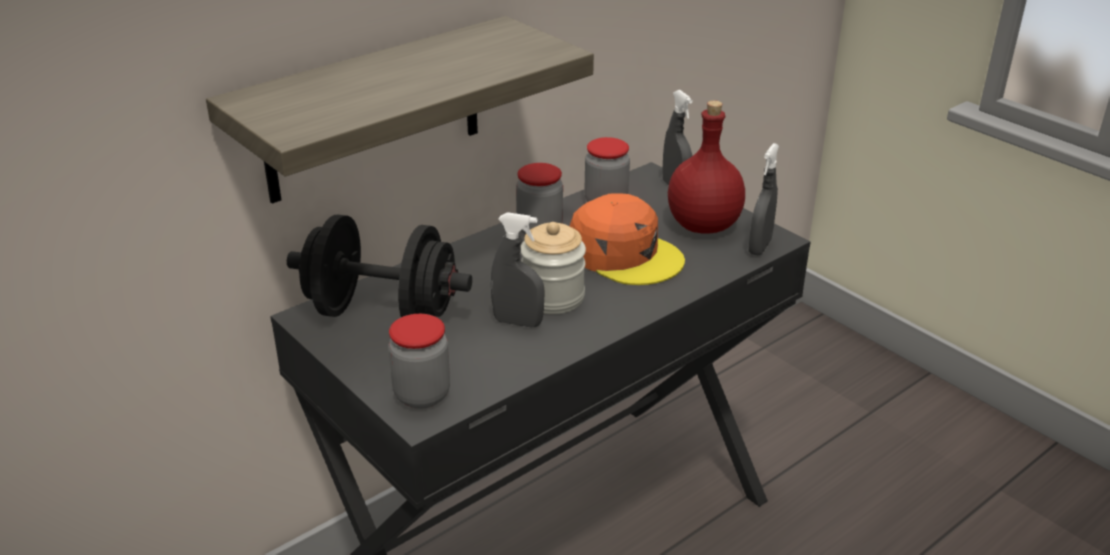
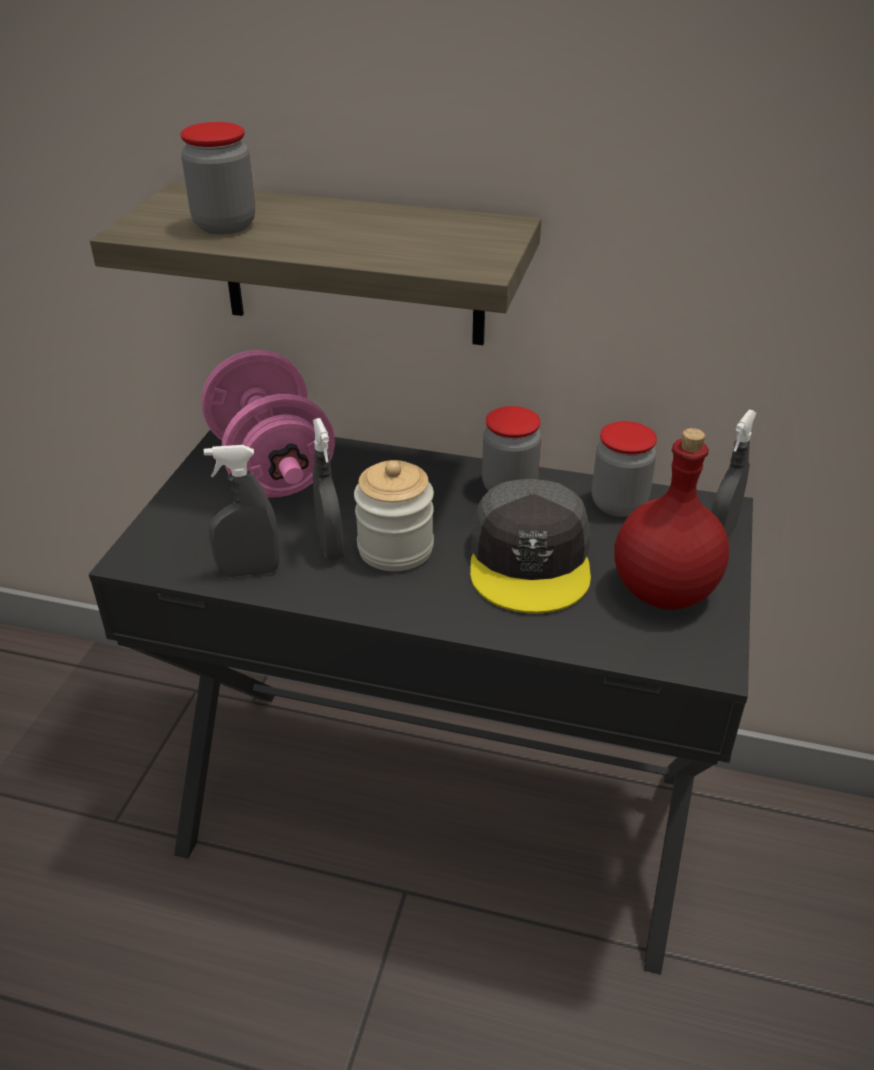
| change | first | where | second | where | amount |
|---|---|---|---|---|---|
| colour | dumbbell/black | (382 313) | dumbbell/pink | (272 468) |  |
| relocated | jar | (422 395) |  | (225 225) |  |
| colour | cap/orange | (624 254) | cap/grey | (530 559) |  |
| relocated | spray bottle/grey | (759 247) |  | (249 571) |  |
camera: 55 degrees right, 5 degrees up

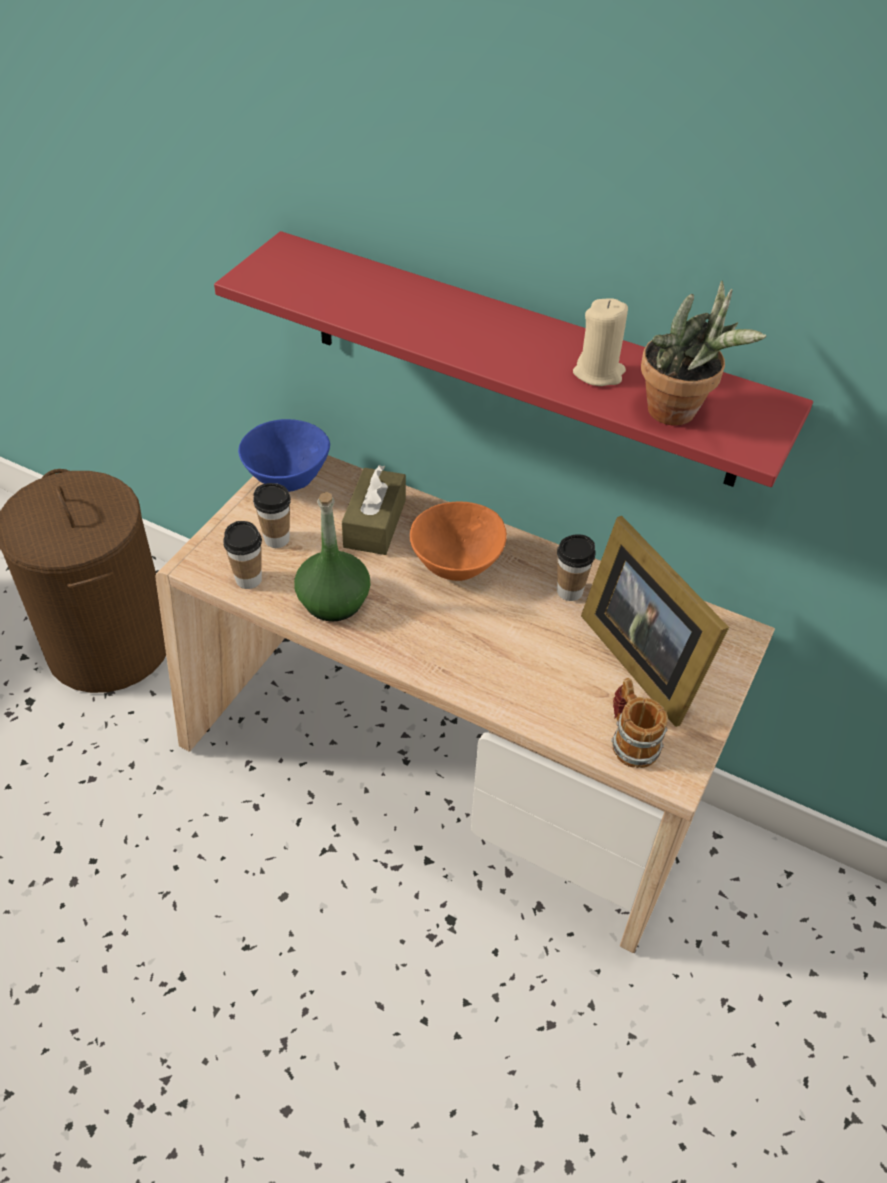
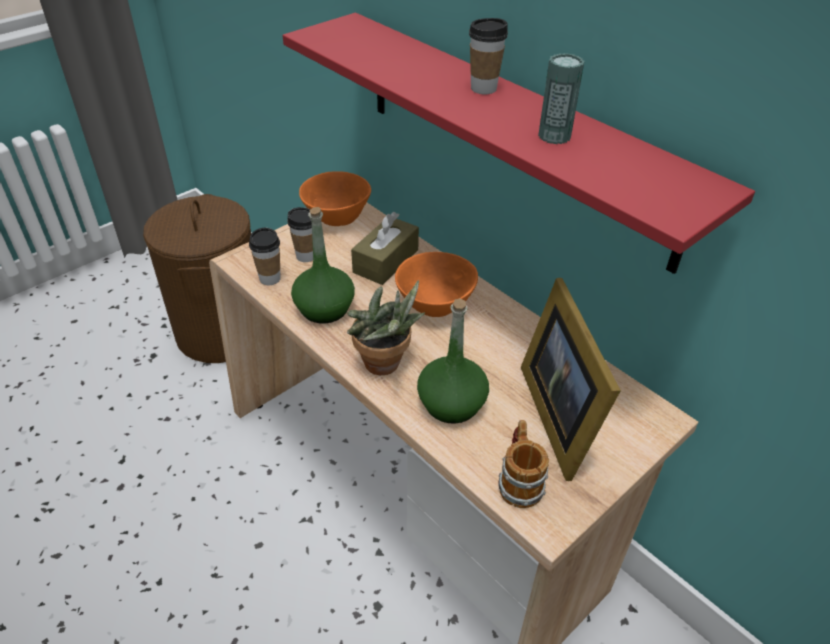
| change | first | where | second | where | amount |
|---|---|---|---|---|---|
| colour | bowl/blue | (286 477) | bowl/orange | (337 216) |  |
| relocated | cup | (569 591) |  | (483 88) |  |
| exchanged | candle/beige | (599 373) | can | (554 136) |  |
| relocated | potted plant | (679 413) |  | (385 366) |  |
| appeared |  |  | bottle/green | (452 404) |  |
camera: 20 degrees right, 5 degrees down

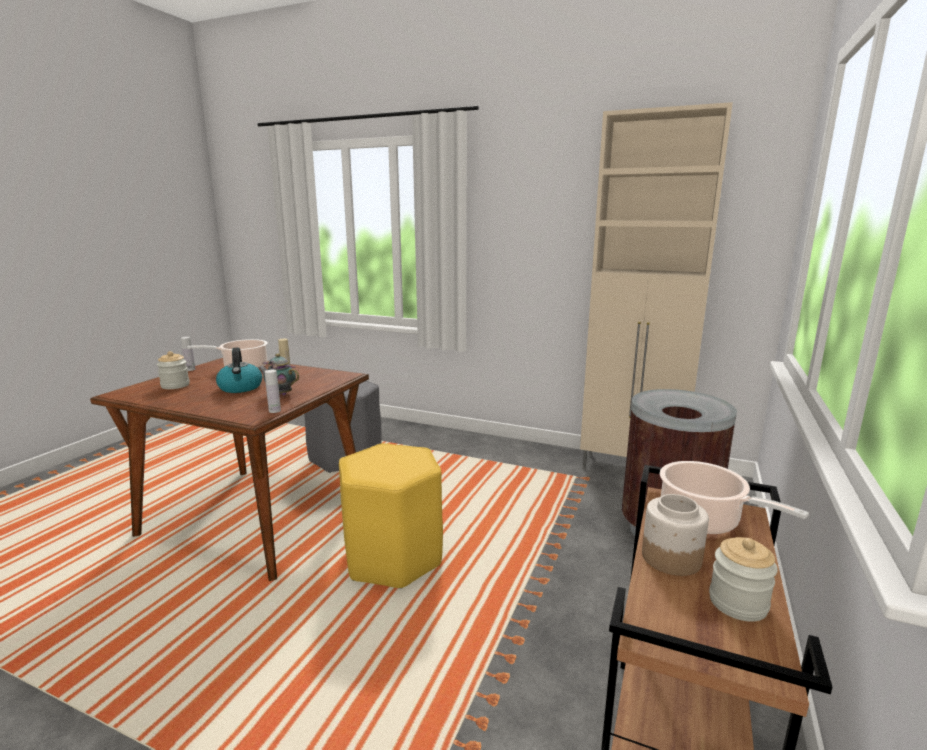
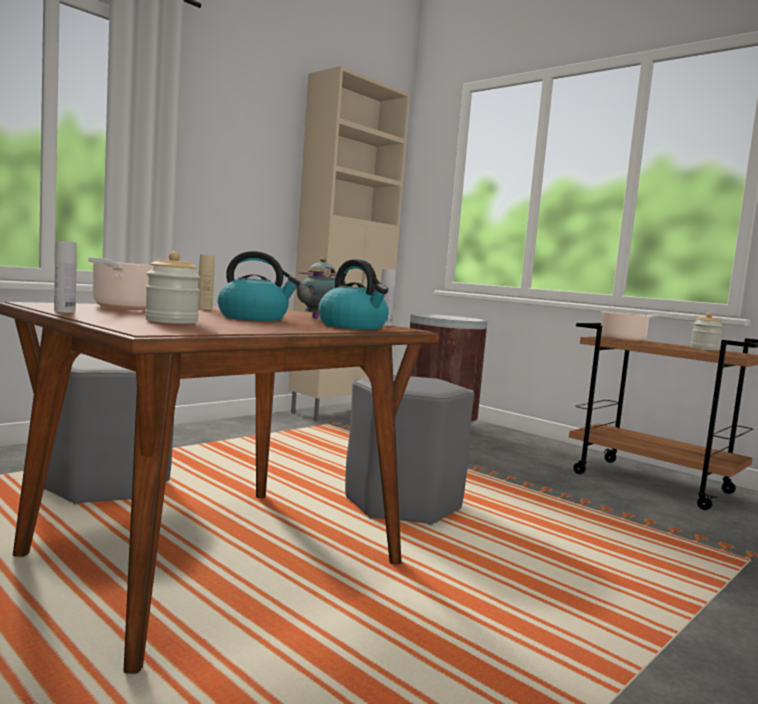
| change | first | where | second | where | amount |
|---|---|---|---|---|---|
| colour | stool/yellow | (393 558) | stool/grey | (403 504) |  |
| missing | jar | (670 558) |  |  |  |
| appeared |  |  | kettle | (353 326) |  |
camera: 70 degrees left, 10 degrees down

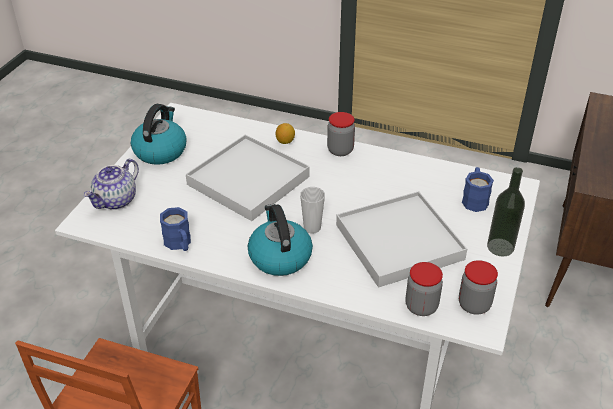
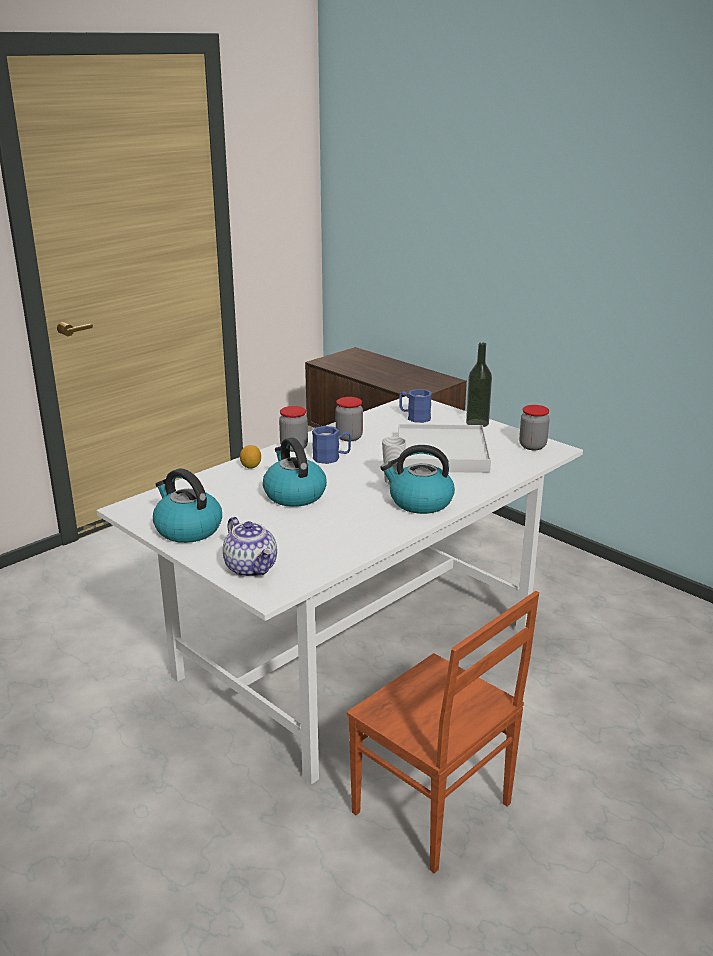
| change | first | where | second | where | amount |
|---|---|---|---|---|---|
| relocated | mug/blue | (179 244) |  | (332 458) |  |
| exchanged | tray/white | (248 180) | kettle | (294 495) |  |
| relocated | jar | (421 306) |  | (349 437) |  |
camera: 65 degrees left, 15 degrees down

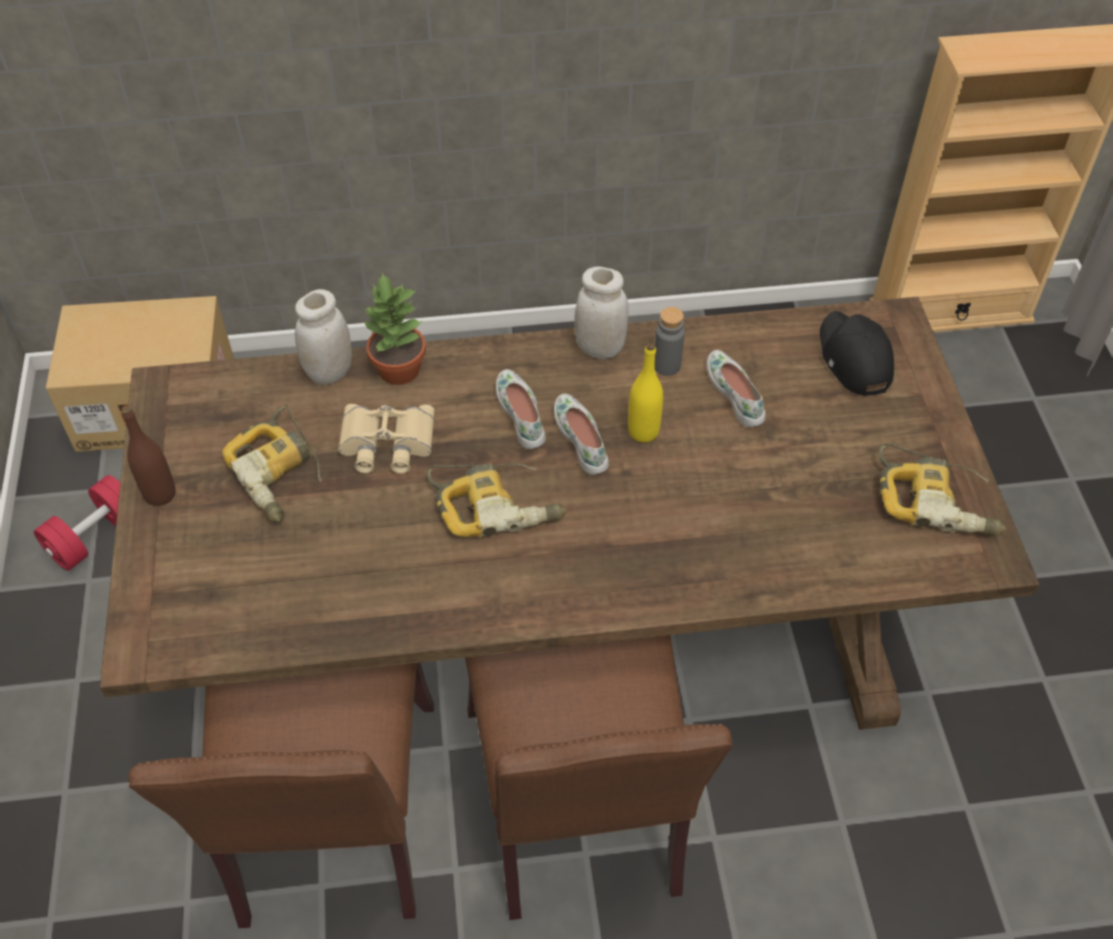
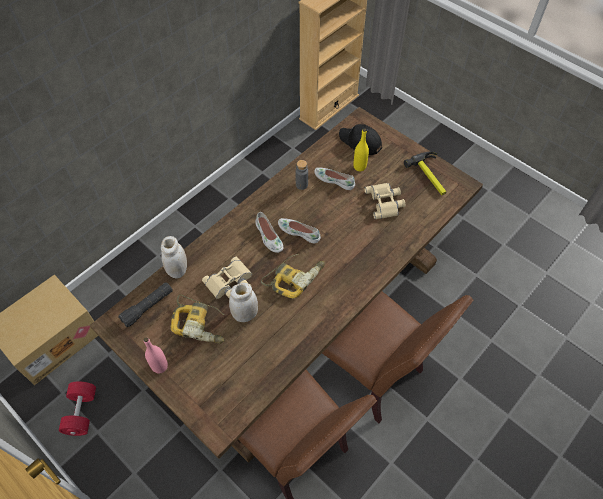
| change | first | where | second | where | amount |
|---|---|---|---|---|---|
| colour | bottle/brown | (160 494) | bottle/pink | (160 366) |  |
| missing | potted plant | (399 370) |  |  |  |
| spun | shoe/white | (521 414) |  | (268 237) | 150 degrees counterclockwise |
| relocated | jar/white | (600 348) |  | (245 314) |  |
| relocated | bottle/yellow | (643 431) |  | (359 167) |  |
| exchanged | power drill | (937 501) | hammer | (430 176) |  |
| appeared |  |  | flashlight/black | (148 307) |  |
| appeared |  |  | binoculars/beige | (385 202) |  |
camera: 40 degrees left, 5 degrees up

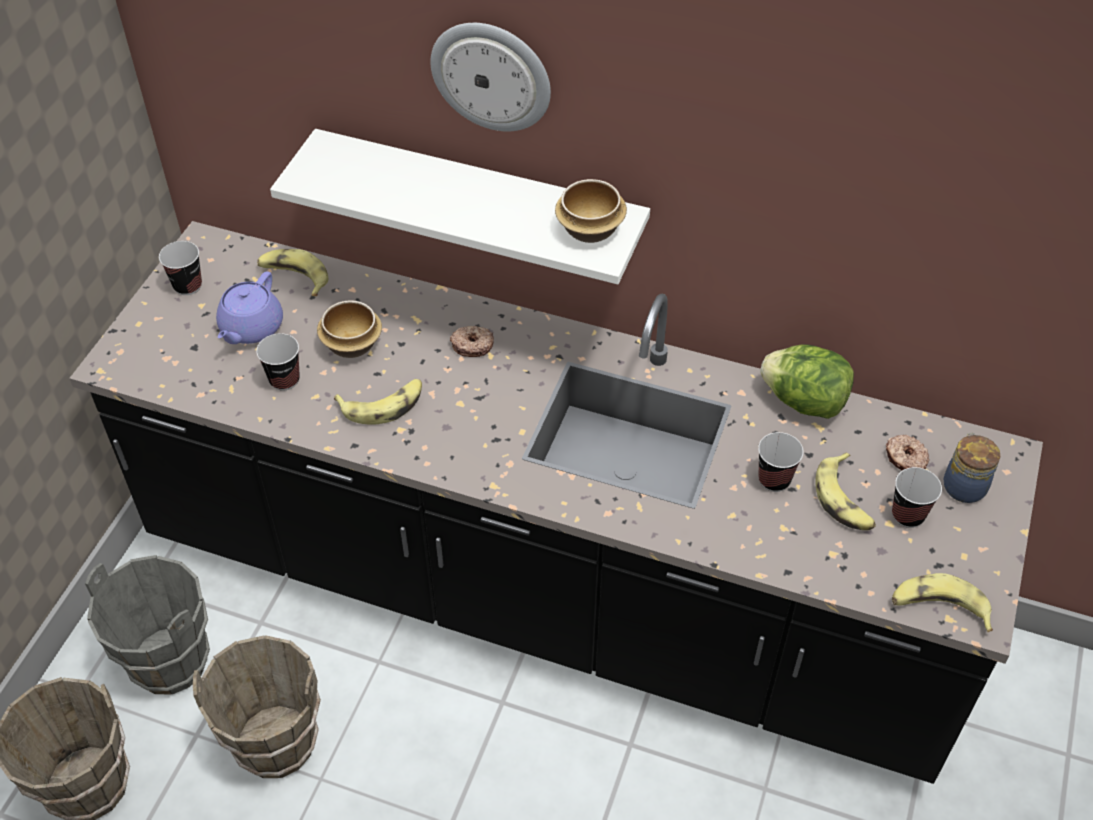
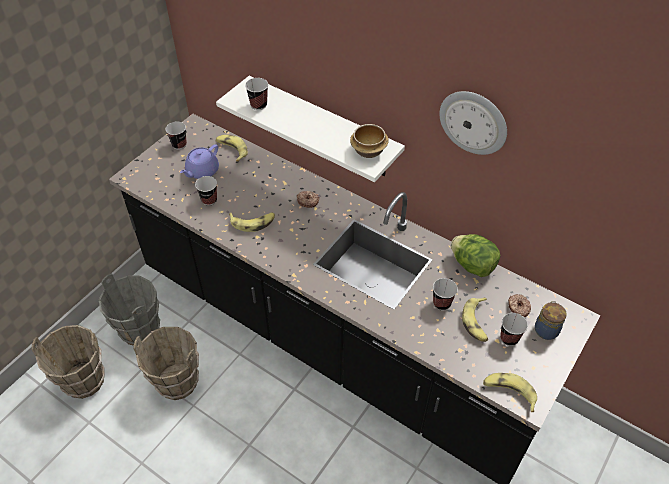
| change | first | where | second | where | amount |
|---|---|---|---|---|---|
| missing | bowl | (350 344) |  |  |  |
| relocated | wall clock | (492 75) |  | (473 122) |  |
| appeared |  |  | cup | (258 105) |  |
camera: 15 degrees right, 0 degrees up

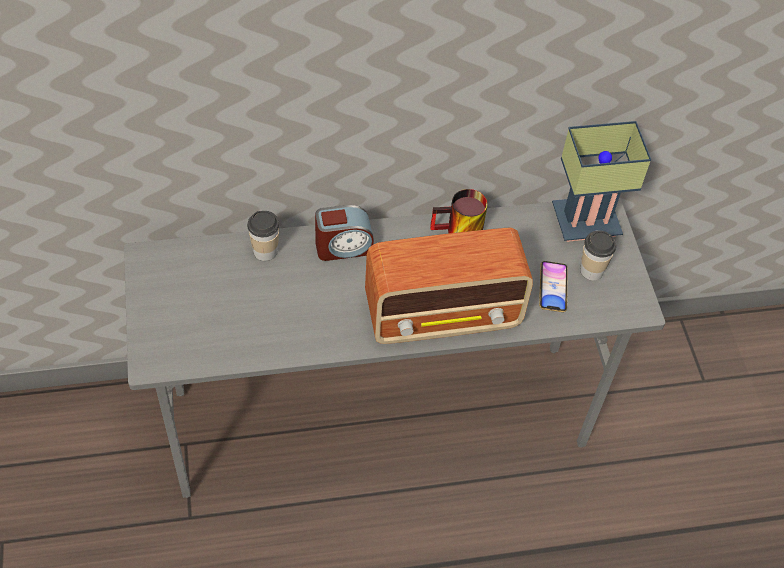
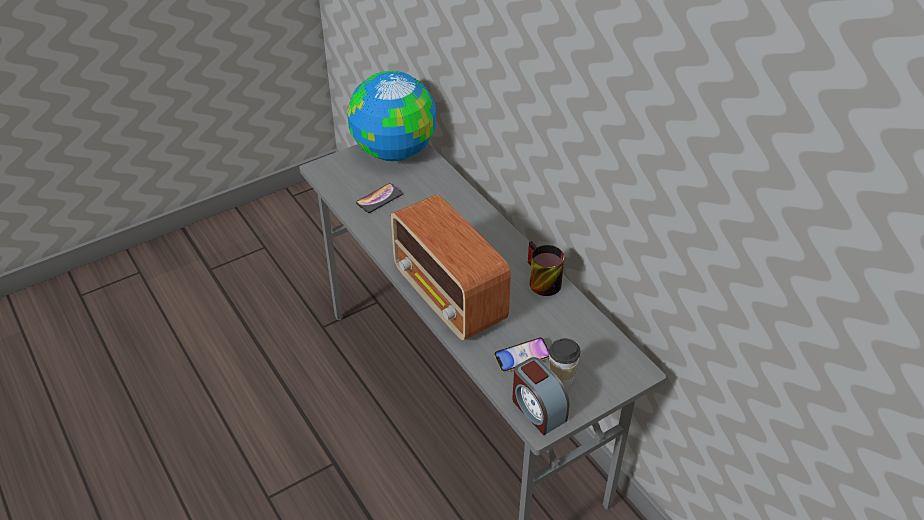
| change | first | where | second | where | amount |
|---|---|---|---|---|---|
| missing | cup | (265 251) |  |  |  |
| relocated | alarm clock | (343 247) |  | (537 409) |  |
| missing | table lamp | (584 225) |  |  |  |
| appeared |  |  | globe | (393 151) |  |
| appeared |  |  | phone | (379 199) |  |
camera: 70 degrees right, 10 degrees down

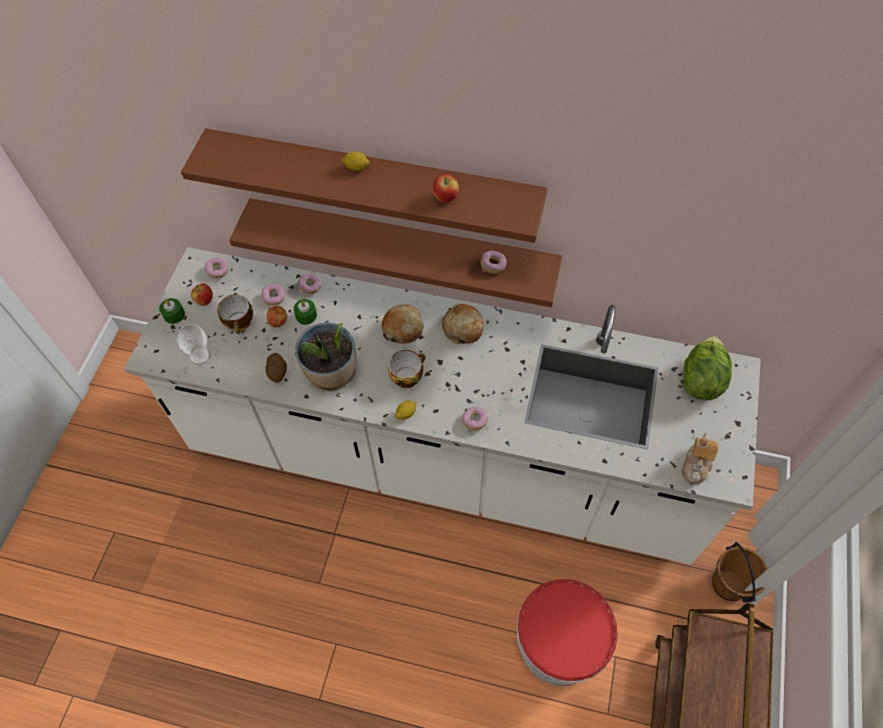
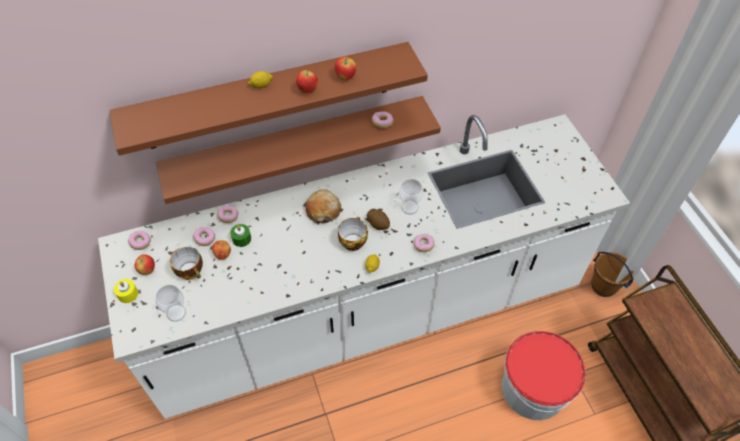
| change | first | where | second | where | amount |
|---|---|---|---|---|---|
| colour | candle/green | (174 315) | candle/yellow | (128 294) |  |
| relocated | potato | (277 372) |  | (378 224) |  |
| missing | potted plant | (332 374) |  |  |  |
| missing | bread | (463 328) |  |  |  |
| missing | lettuce | (701 379) |  |  |  |
| missing | teapot | (696 465) |  |  |  |
| appeared |  |  | apple | (307 90) |  |
| appeared |  |  | cup | (409 207) |  |
camera: 35 degrees left, 5 degrees down

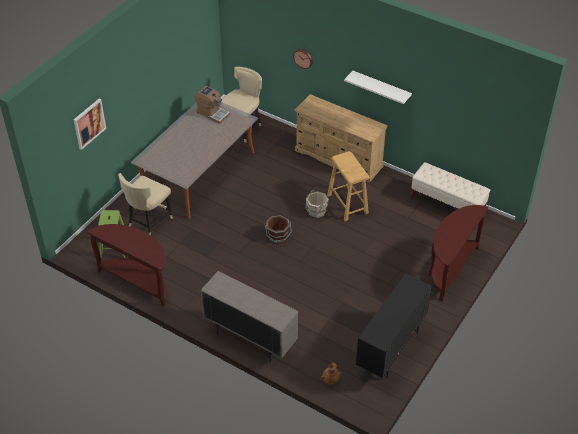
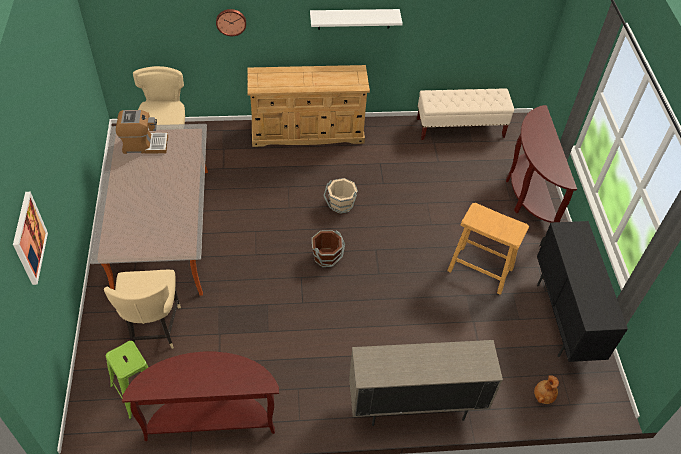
| change | first | where | second | where | amount |
|---|---|---|---|---|---|
| relocated | stool/beige | (347 204) |  | (480 269) |  |
camera: 40 degrees left, 5 degrees up

